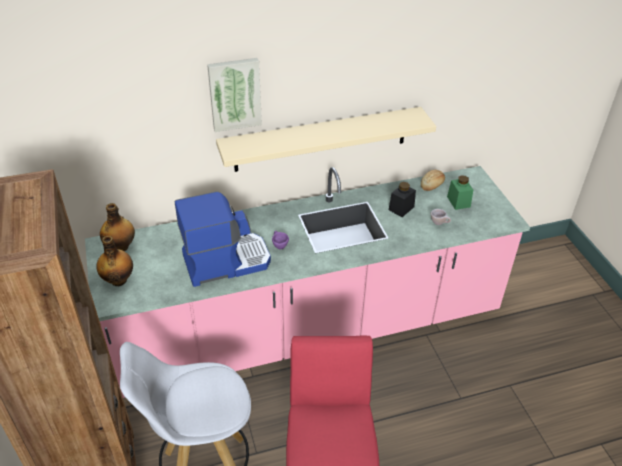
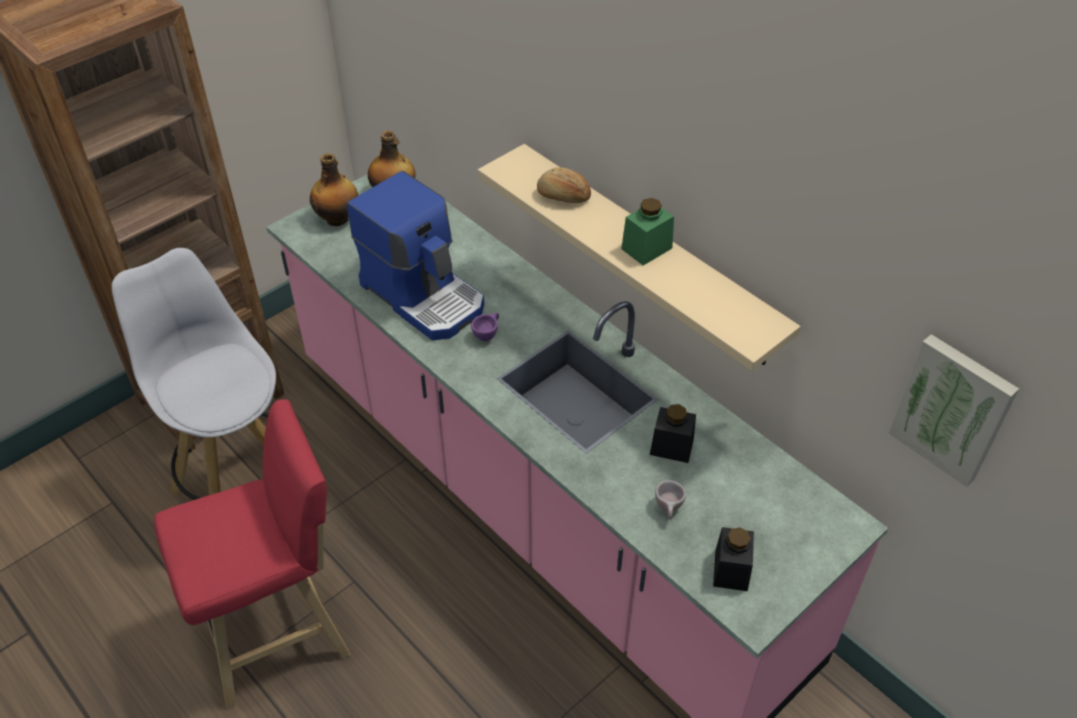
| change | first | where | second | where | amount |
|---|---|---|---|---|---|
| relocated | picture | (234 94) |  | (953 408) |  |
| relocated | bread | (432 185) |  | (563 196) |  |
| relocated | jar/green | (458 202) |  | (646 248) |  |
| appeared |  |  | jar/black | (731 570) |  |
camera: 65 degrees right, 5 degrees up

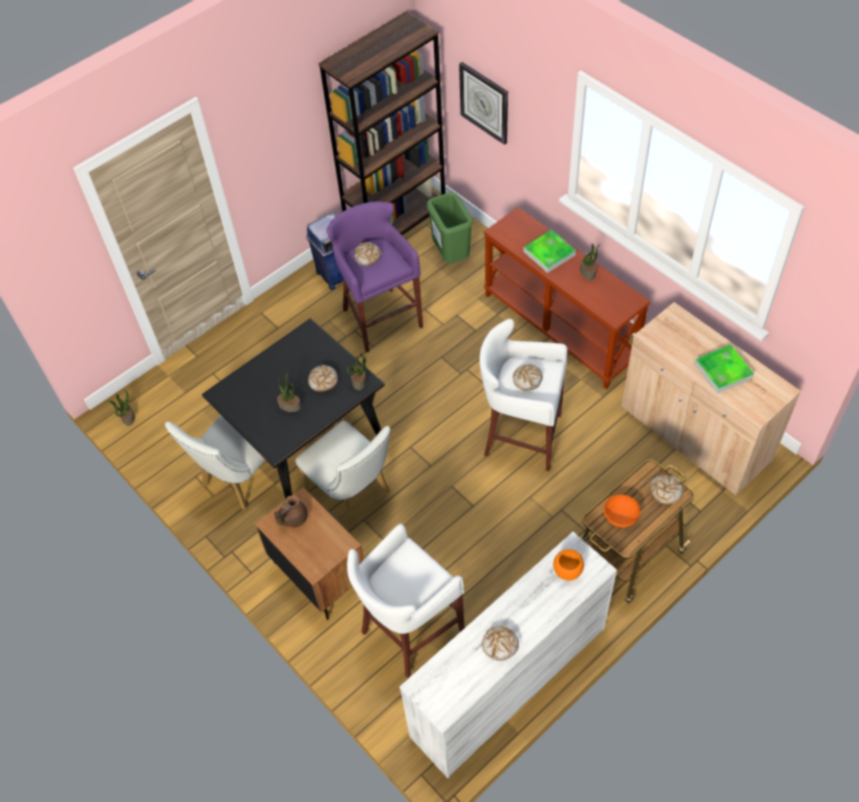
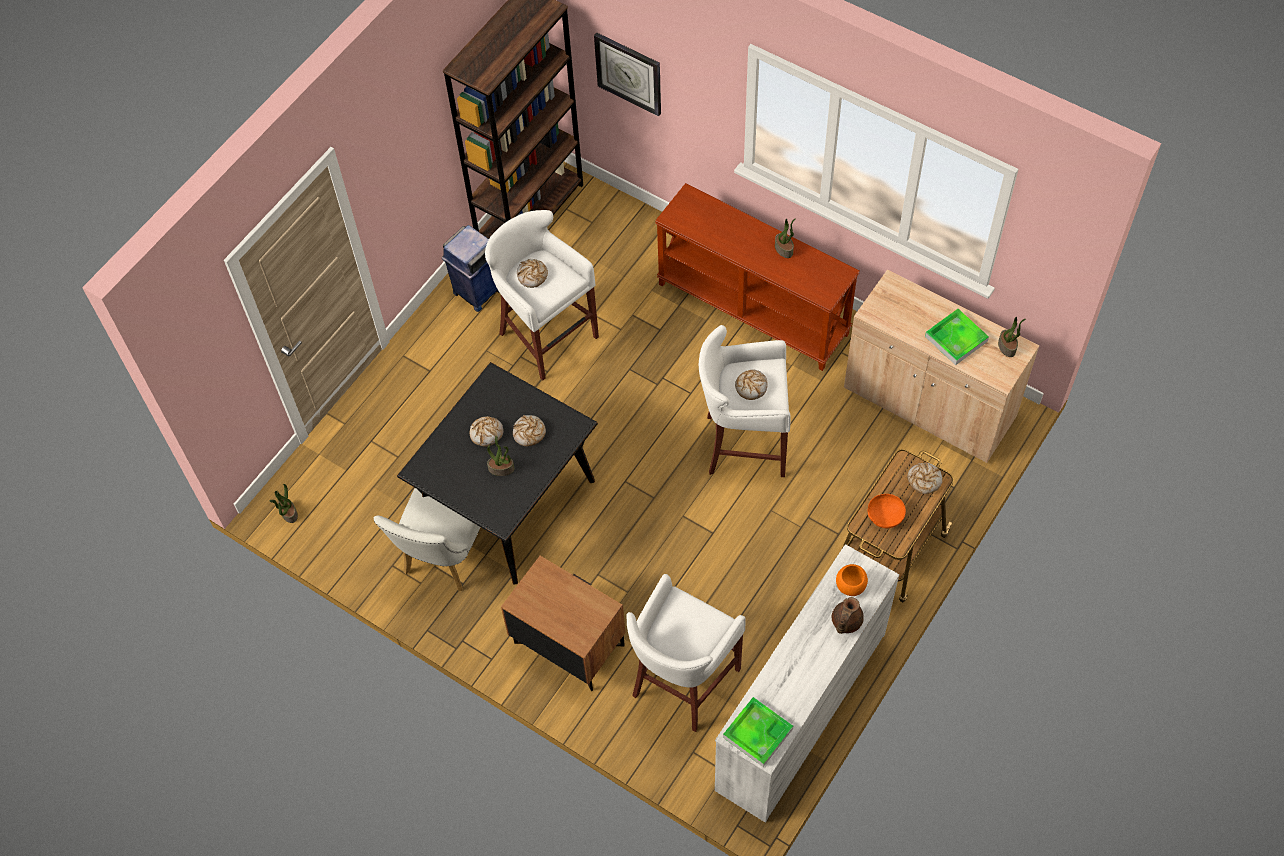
| change | first | where | second | where | amount |
|---|---|---|---|---|---|
| relocated | teapot/brown | (293 518) |  | (845 622) |  |
| missing | chair/white | (352 493) |  |  |  |
| colour | stool/purple | (380 317) | stool/white | (545 335) |  |
| relocated | potted plant | (359 381) |  | (1007 347) |  |
| missing | trash can/green | (450 256) |  |  |  |
| relocated | bread | (500 645) |  | (487 433) |  |
| relocated | tray | (549 253) |  | (758 733) |  |
camera: 15 degrees left, 5 degrees up

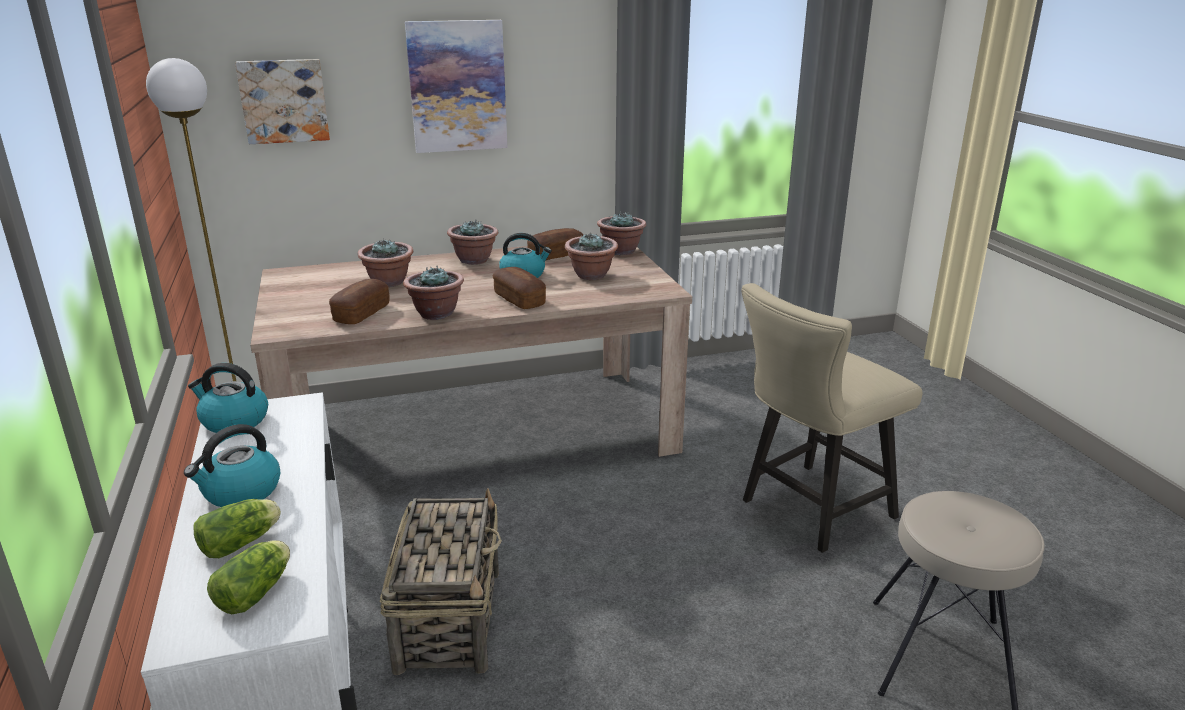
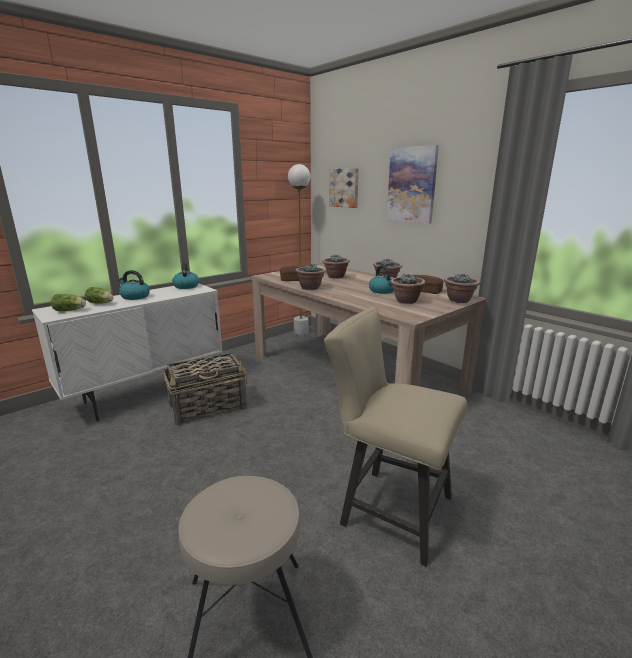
| change | first | where | second | where | amount |
|---|---|---|---|---|---|
| missing | bread | (519 299) |  |  |  |
camera: 65 degrees right, 5 degrees down

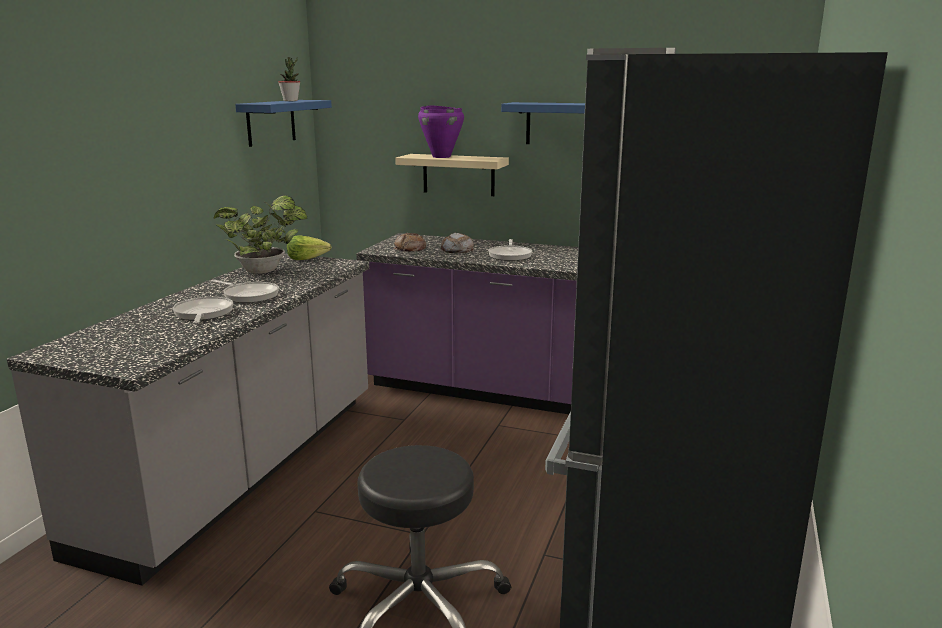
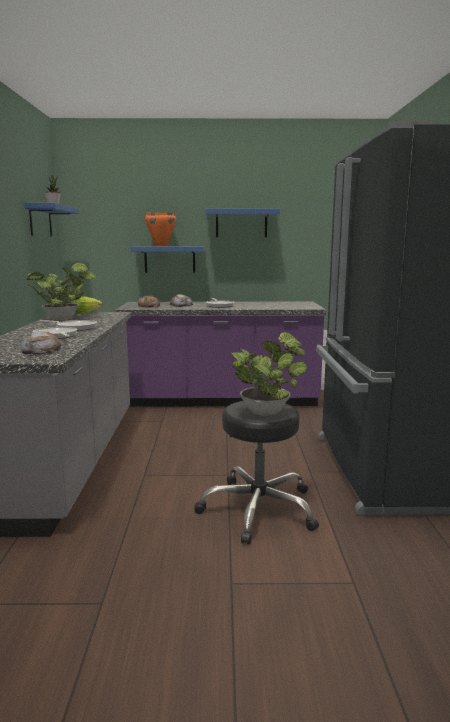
| change | first | where | second | where | amount |
|---|---|---|---|---|---|
| colour | shelf/beige | (458 175) | shelf/blue | (169 259) |  |
| colour | cooking pot/purple | (441 157) | cooking pot/orange | (161 246) |  |
| appeared |  |  | bread | (41 350) |  |
| appeared |  |  | potted plant | (267 411) |  |
camera: 20 degrees left, 5 degrees down

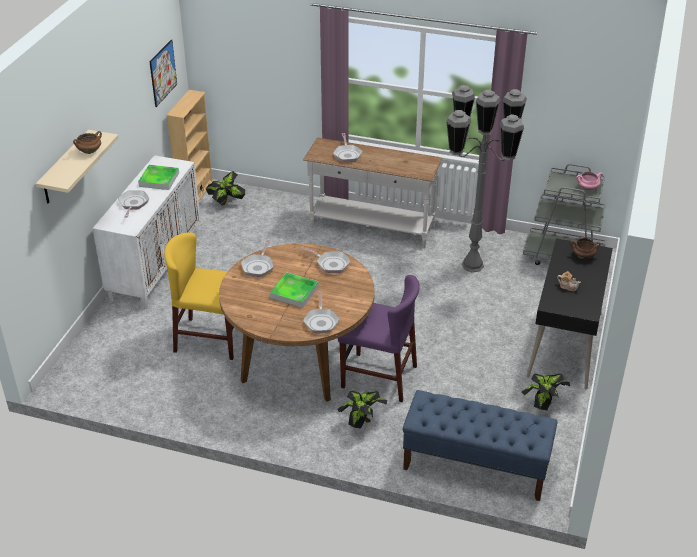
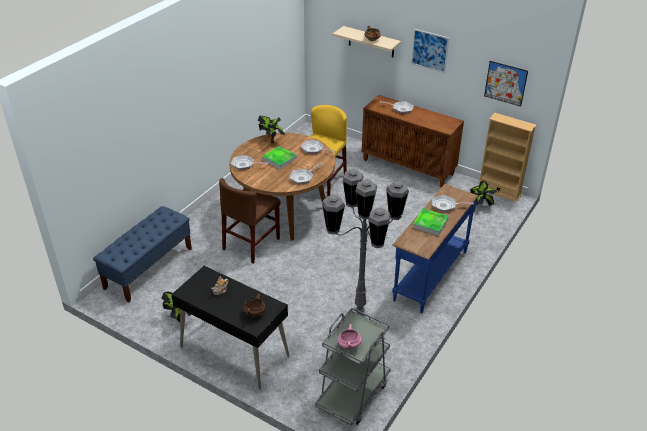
| change | first | where | second | where | amount |
|---|---|---|---|---|---|
| colour | cabinet/white | (155 265) | cabinet/brown | (408 167) |  |
| relocated | tray | (159 179) |  | (430 223) |  |
| colour | console table/white | (371 228) | console table/blue | (429 275) |  |
| relocated | potted plant | (362 422) |  | (271 140) |  |
| colour | chair/purple | (379 377) | chair/brown | (251 244) |  |
| appeared |  |  | picture | (429 50) |  |
camera: 105 degrees right, 0 degrees up

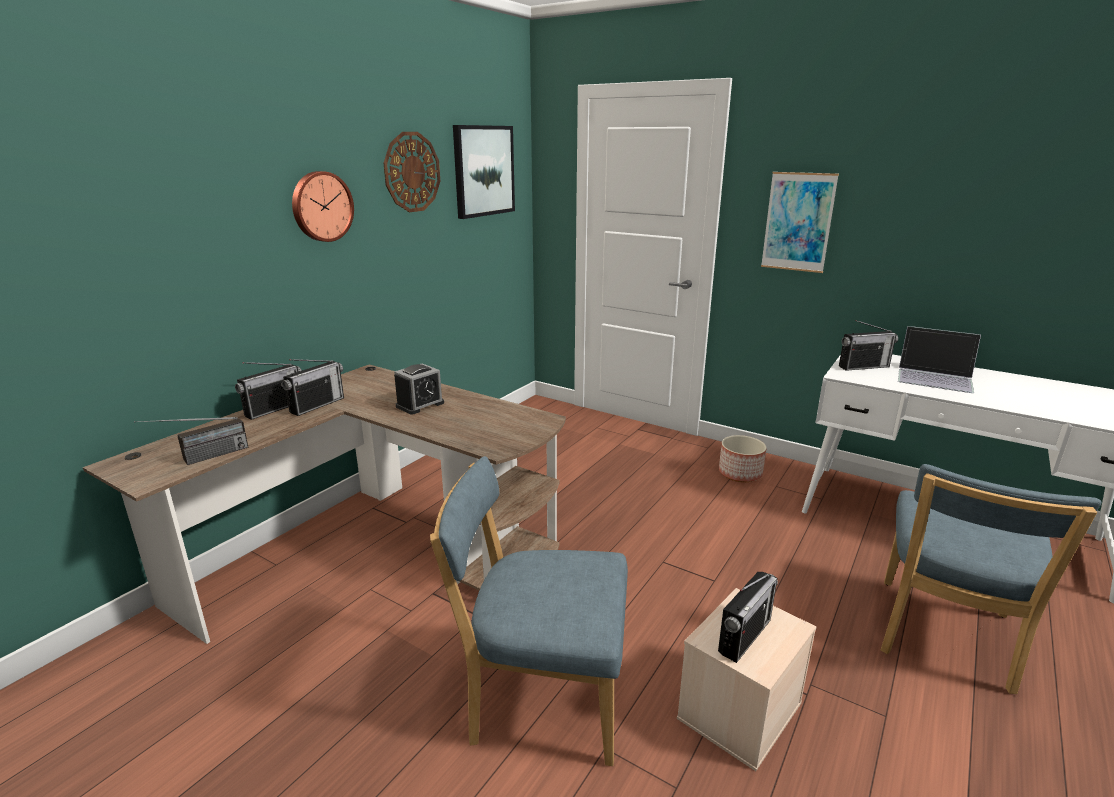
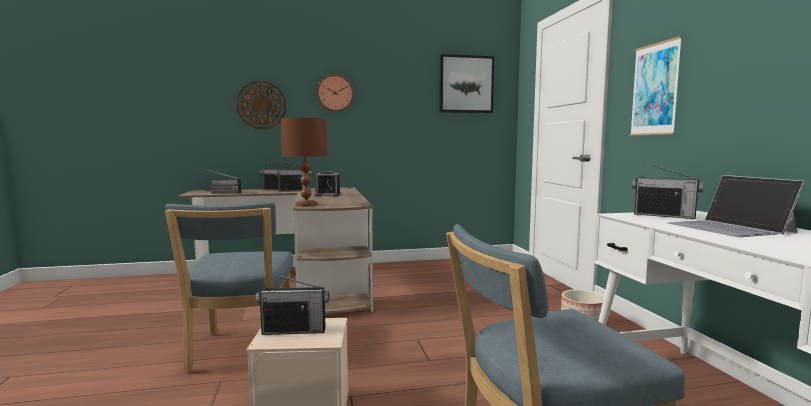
| change | first | where | second | where | amount |
|---|---|---|---|---|---|
| relocated | wall clock | (412 172) |  | (261 105) |  |
| spun | chair/blue | (540 698) |  | (240 352) | 150 degrees counterclockwise |
| appeared |  |  | table lamp/brown | (306 205) |  |
camera: 45 degrees right, 15 degrees down

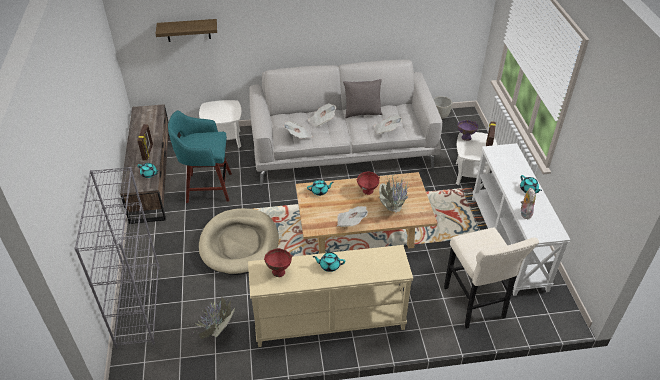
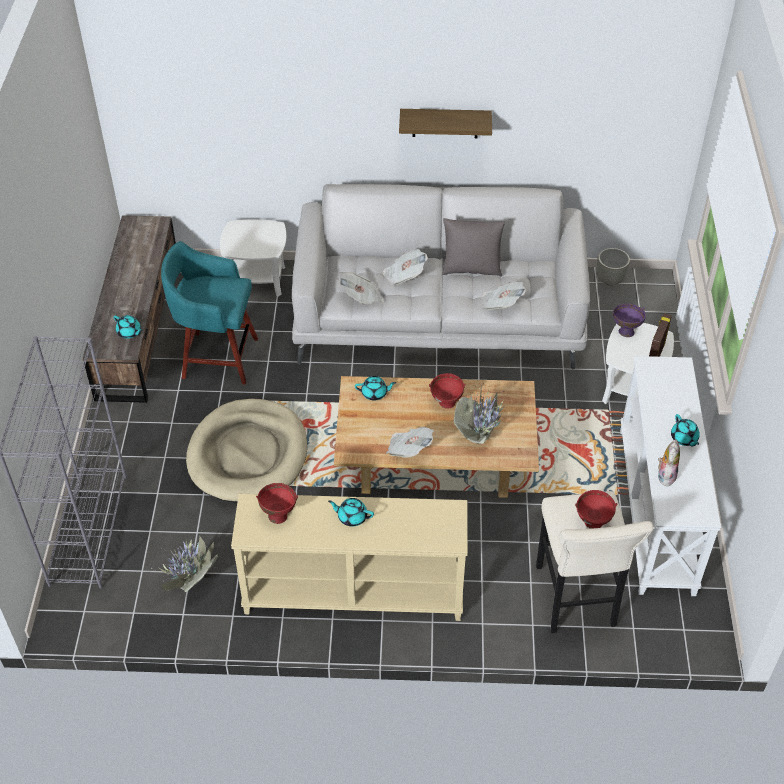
| change | first | where | second | where | amount |
|---|---|---|---|---|---|
| missing | picture frame | (148 152) |  |  |  |
| relocated | shelf | (188 30) |  | (445 123) |  |
| appeared |  |  | bowl/red | (593 524) |  |
camera: 10 degrees right, 5 degrees up

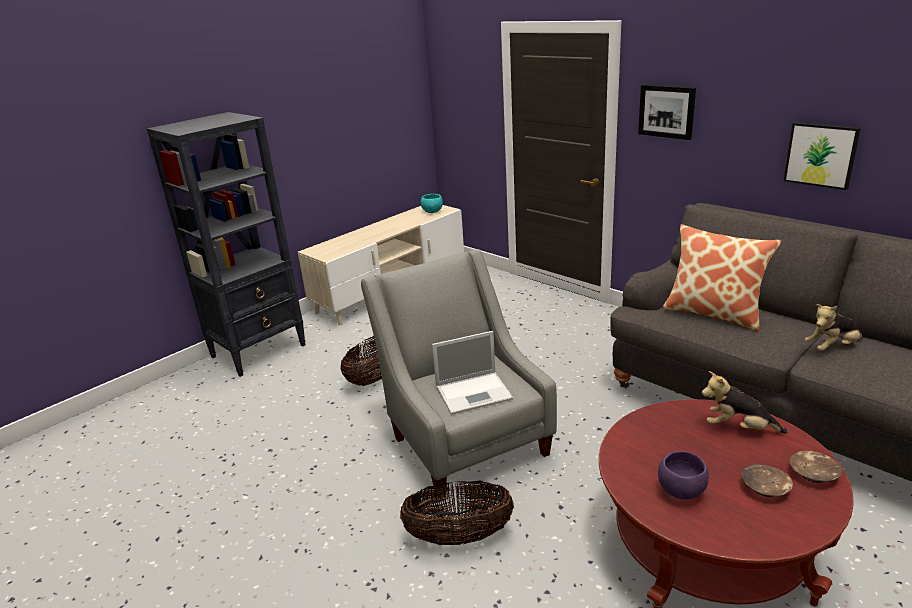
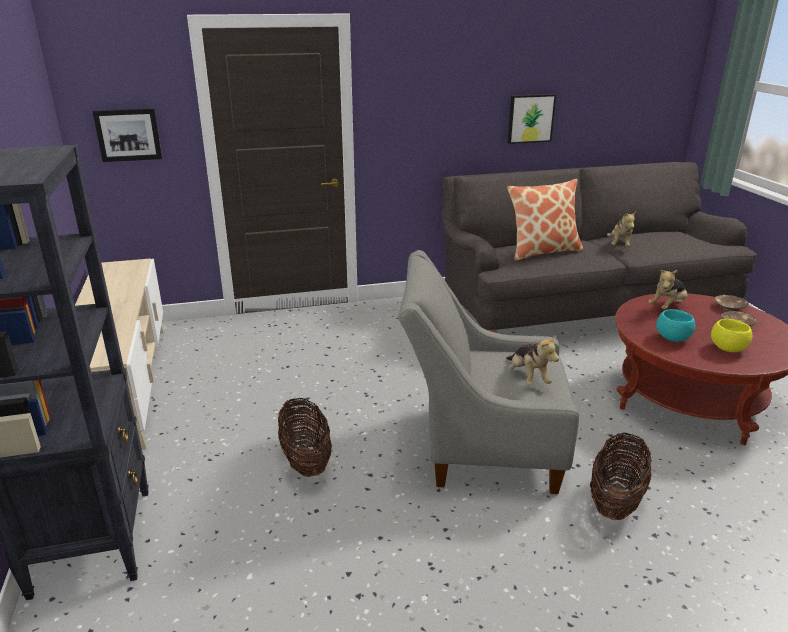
| change | first | where | second | where | amount |
|---|---|---|---|---|---|
| relocated | bowl/turquoise | (432 212) |  | (673 338) |  |
| exchanged | laptop | (475 392) | plush toy | (527 378) |  |
| relocated | picture | (666 111) |  | (128 134) |  |
| colour | bowl/purple | (681 491) | bowl/yellow | (728 349) |  |
camera: 60 degrees left, 0 degrees up

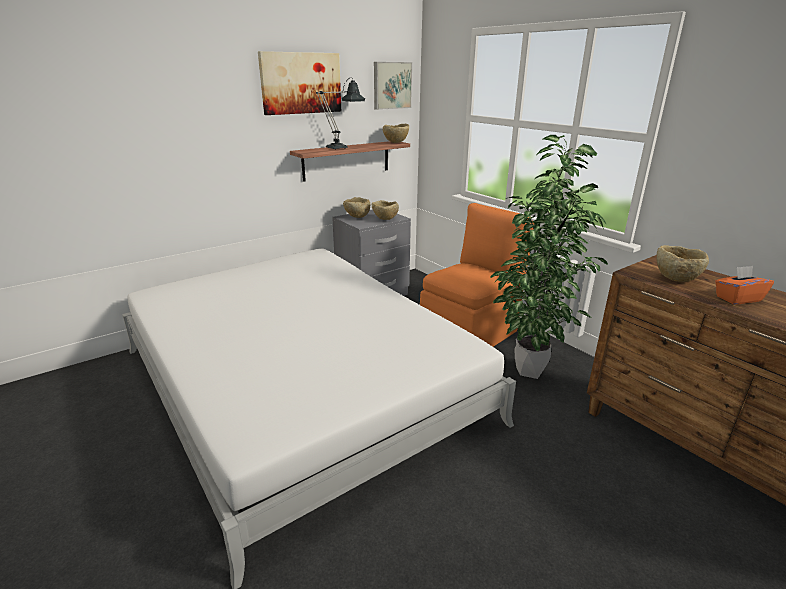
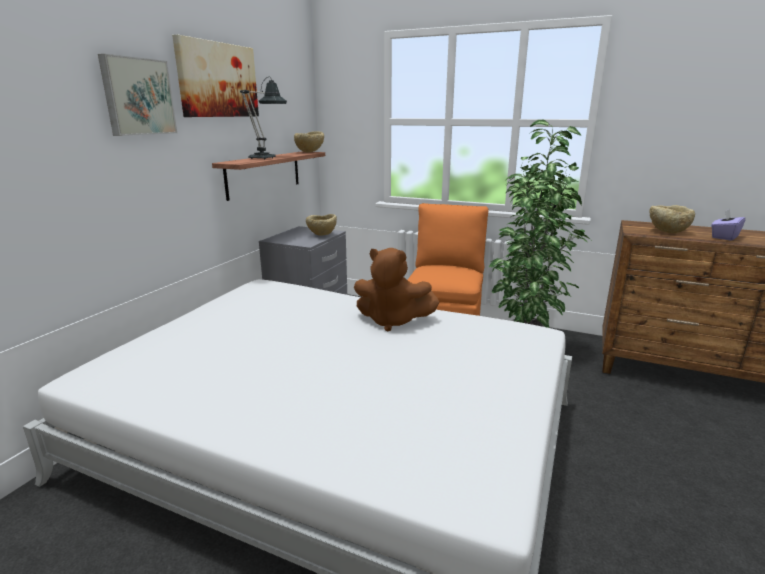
| change | first | where | second | where | amount |
|---|---|---|---|---|---|
| missing | bowl/beige | (357 217) |  |  |  |
| relocated | picture | (391 85) |  | (137 97) |  |
| colour | tissue box/orange | (737 298) | tissue box/purple | (724 237) |  |
| appeared |  |  | plush toy/brown | (392 321) |  |
camera: 30 degrees left, 5 degrees down

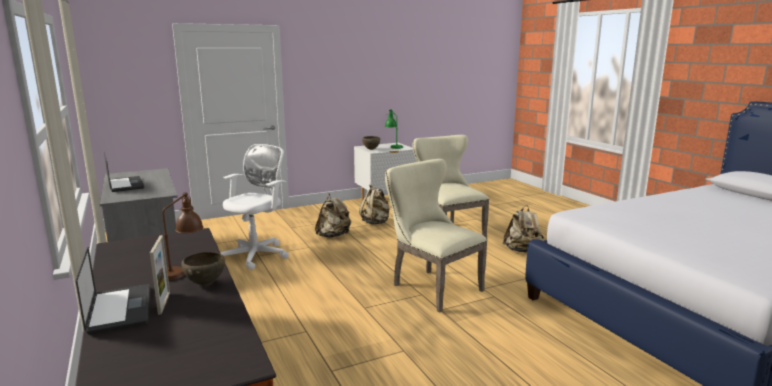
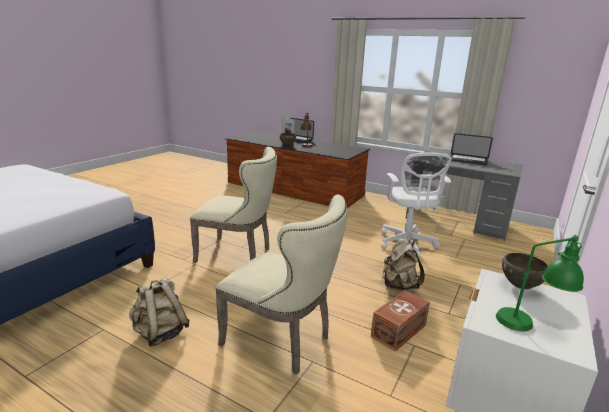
| change | first | where | second | where | amount |
|---|---|---|---|---|---|
| exchanged | backpack/beige | (376 222) | storage box/brown | (400 330) |  |
camera: 145 degrees right, 5 degrees up

